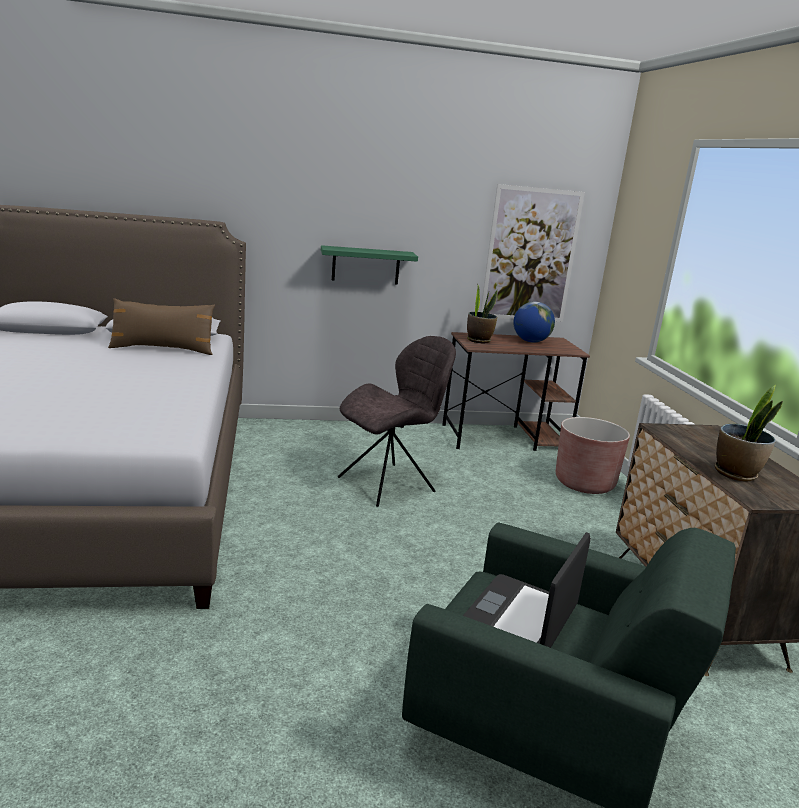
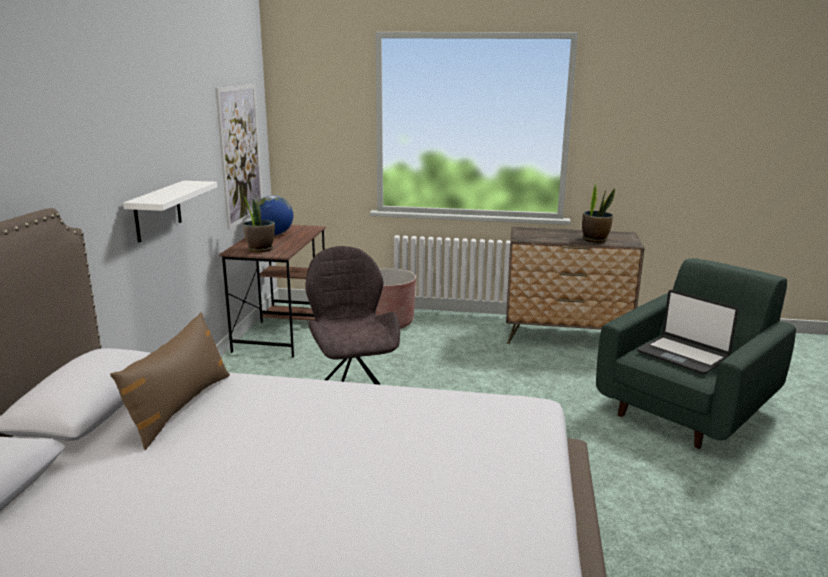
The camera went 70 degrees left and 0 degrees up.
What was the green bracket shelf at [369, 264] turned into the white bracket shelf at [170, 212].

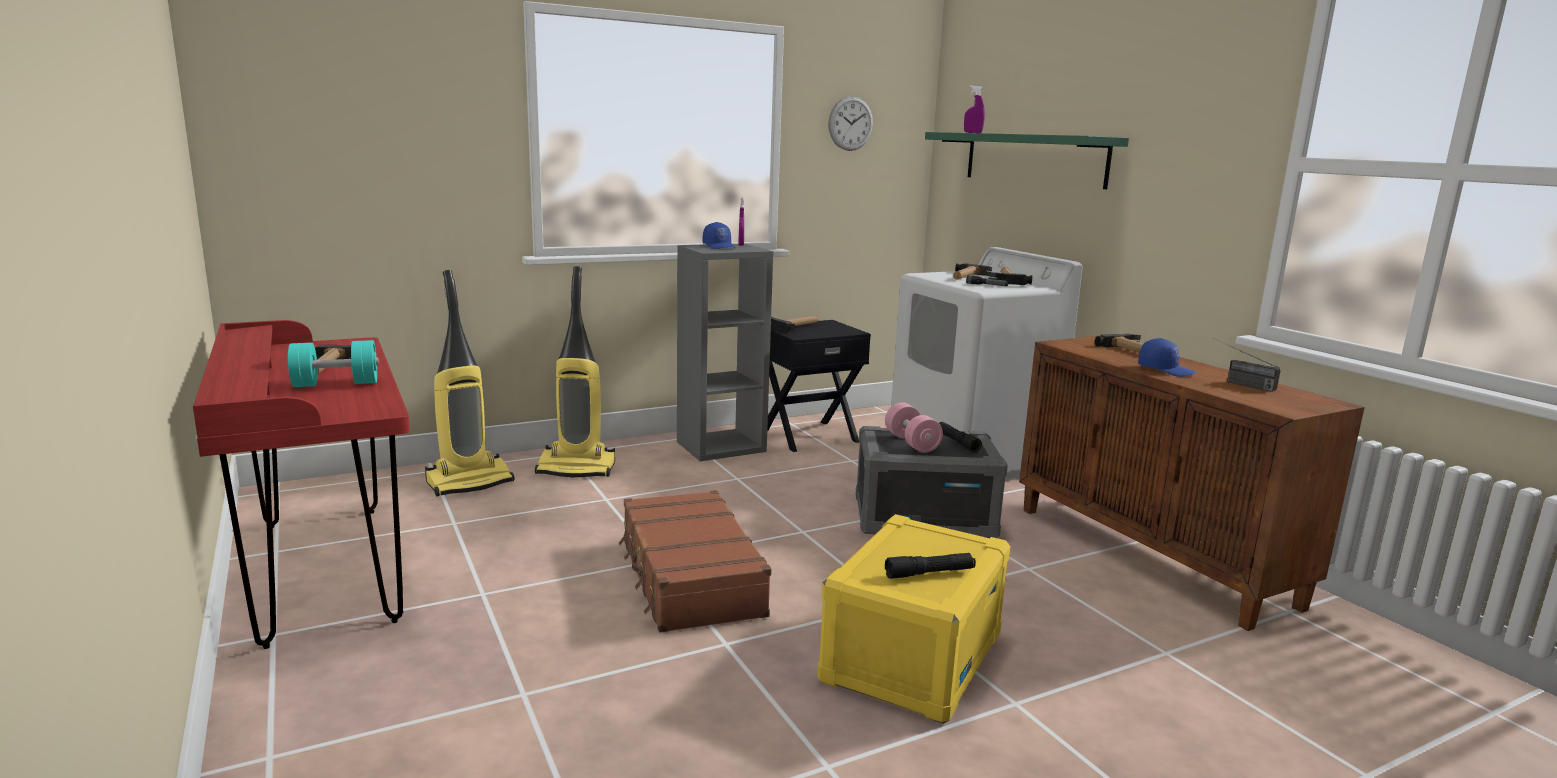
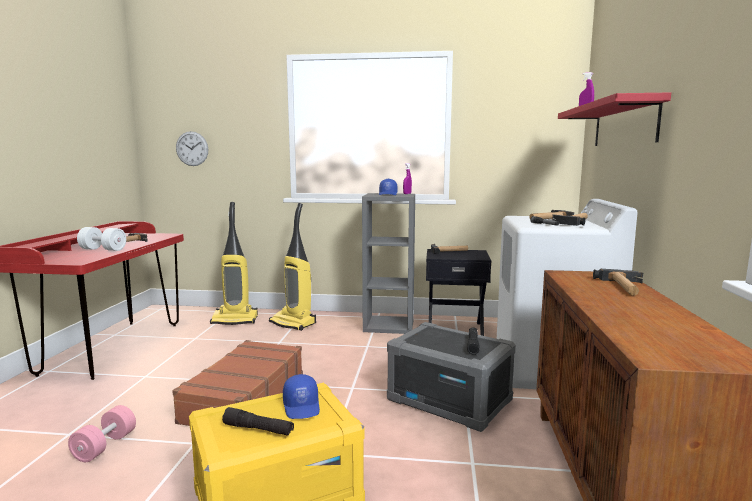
The camera went 35 degrees right and 5 degrees down.
What was the turquoise hand weight at [333, 363] turned into the white hand weight at [101, 239].
The hanging clock ended up elsewhere, having gone from [850, 123] to [192, 148].
The pink-coloured hand weight ended up elsewhere, having gone from [914, 427] to [102, 433].
What was the green bracket shelf at [1027, 160] turned into the red bracket shelf at [614, 119].
The blue-coloured cap ended up elsewhere, having gone from [1167, 357] to [301, 396].
The second view lost the radio set at [1247, 365].

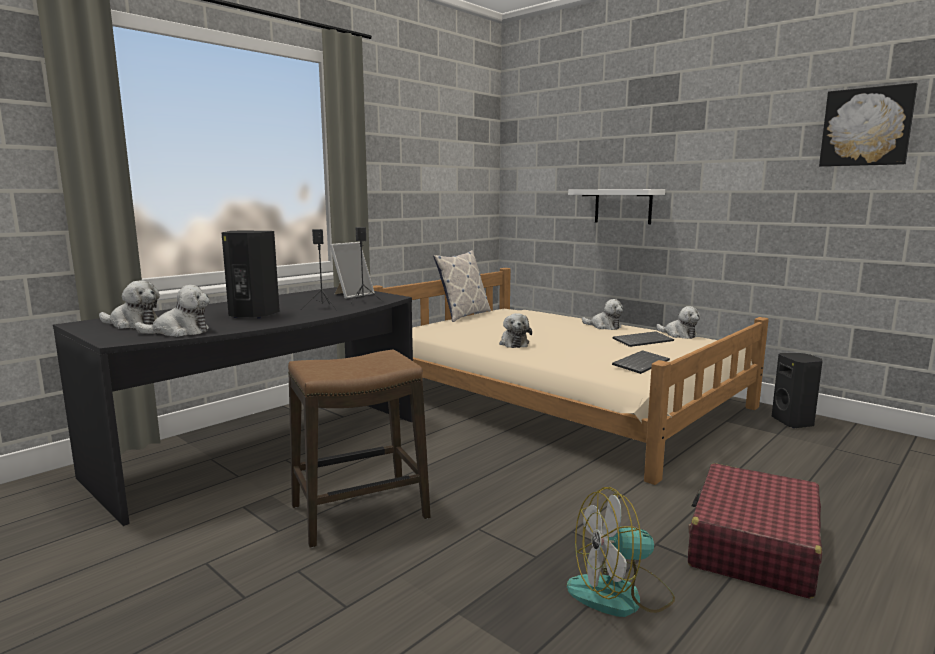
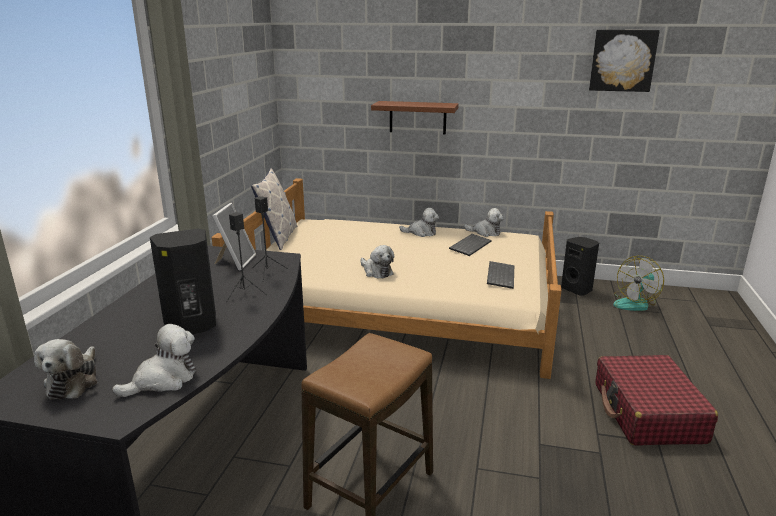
The camera went 30 degrees left and 10 degrees up.
The soft toy at [129, 305] ended up facing another way, 105 degrees clockwise from before.
The electric fan ended up elsewhere, having gone from [621, 552] to [638, 283].
What was the white bracket shelf at [616, 206] turned into the brown-coloured bracket shelf at [415, 118].

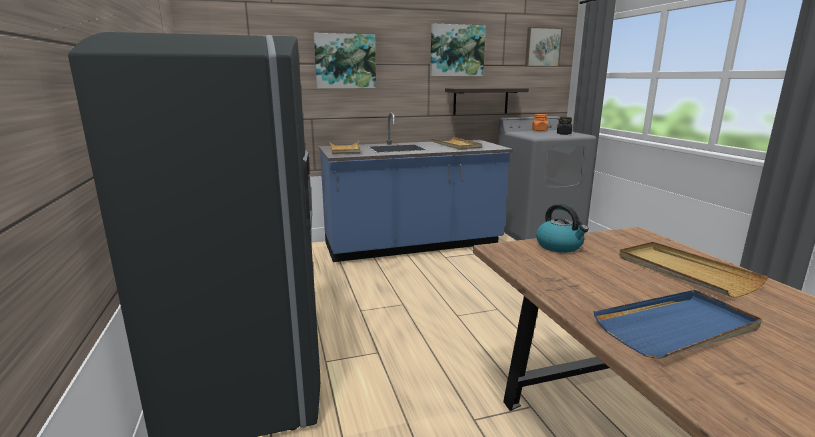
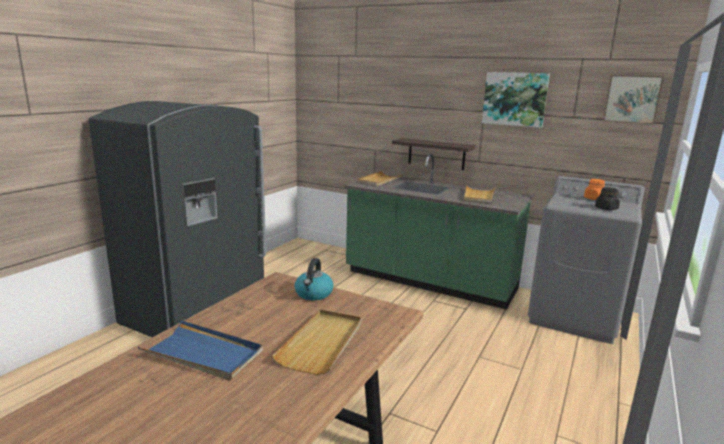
The camera went 45 degrees right and 0 degrees up.
The second view lost the picture at [345, 60].
What was the blue-coloured kitchen base unit at [416, 187] turned into the green kitchen base unit at [439, 232].
The bracket shelf ended up elsewhere, having gone from [487, 101] to [434, 154].

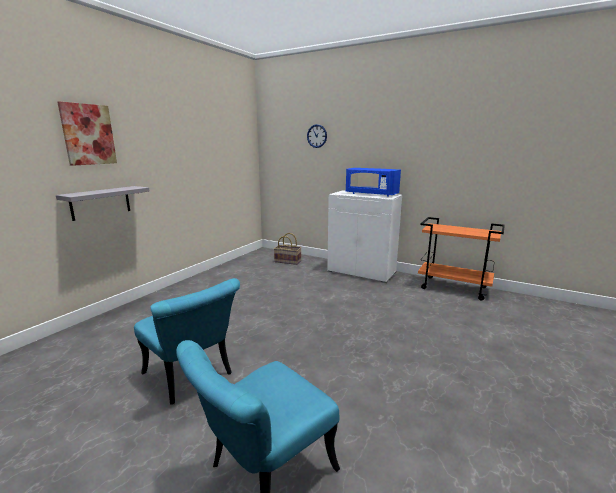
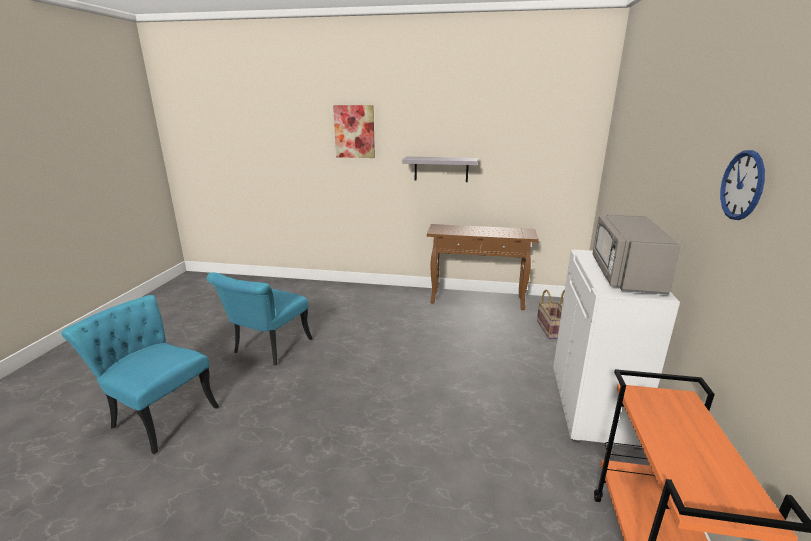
The camera went 70 degrees right and 5 degrees up.
The grey bracket shelf ended up elsewhere, having gone from [102, 203] to [440, 169].
The hanging clock ended up elsewhere, having gone from [317, 136] to [742, 185].
What was the blue-coloured kitchen microwave at [373, 182] turned into the grey kitchen microwave at [637, 254].
The second view gained the brown-coloured hall table at [483, 267].

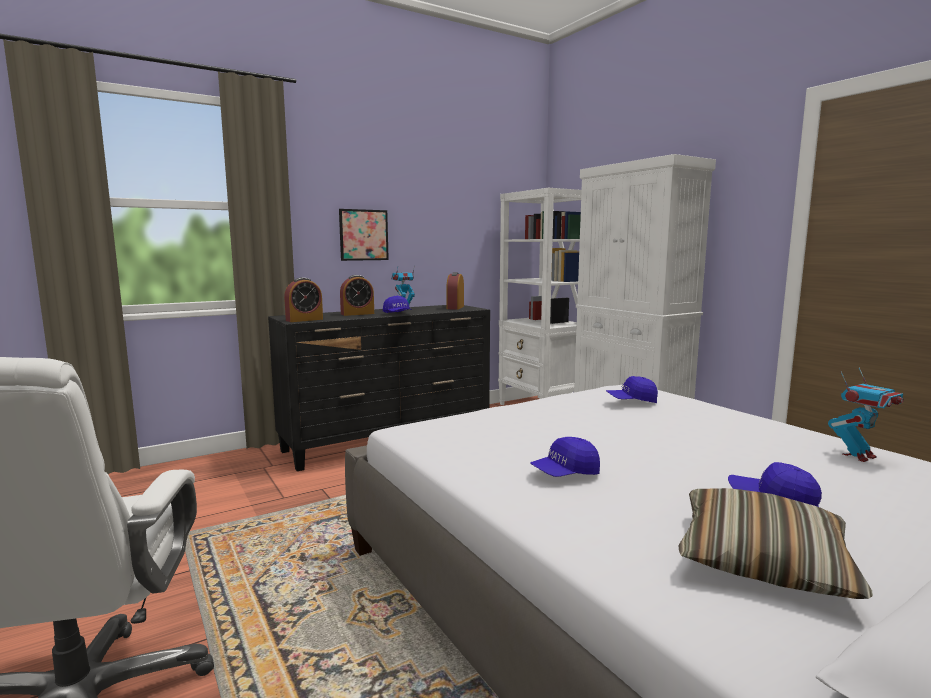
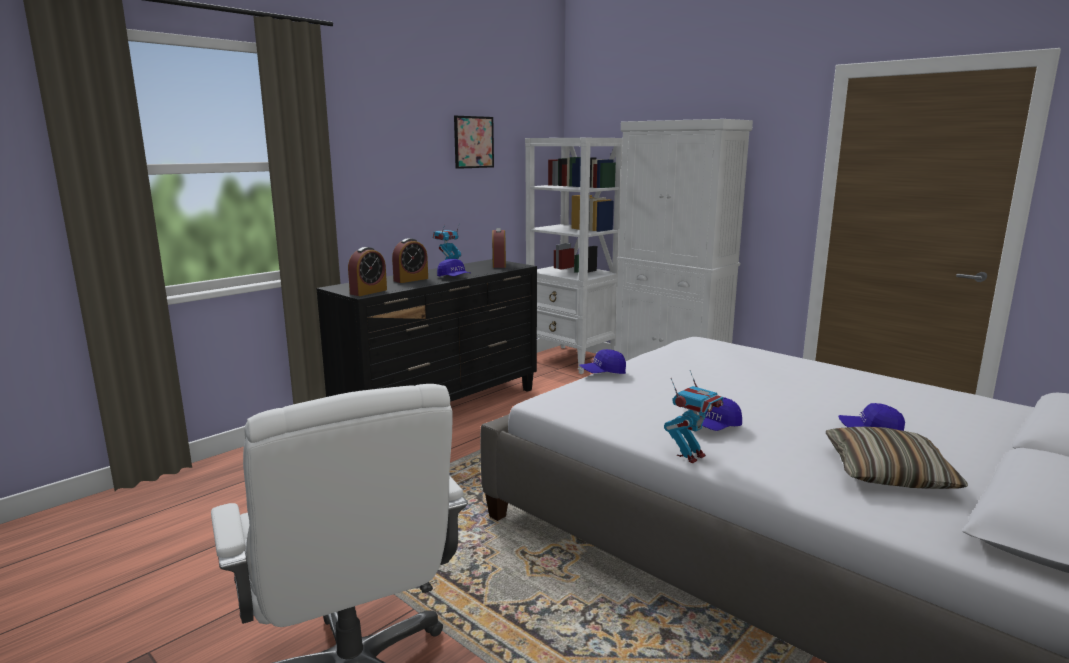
The camera went 15 degrees left and 5 degrees up.
The picture ended up elsewhere, having gone from [364, 235] to [474, 142].
The blue-coloured cap ended up elsewhere, having gone from [632, 389] to [602, 361].
The model robot ended up elsewhere, having gone from [866, 415] to [693, 416].

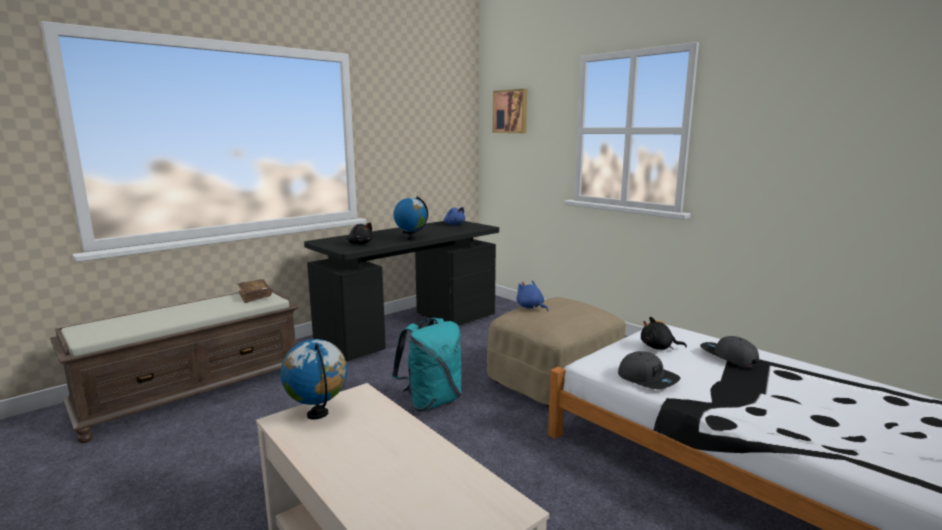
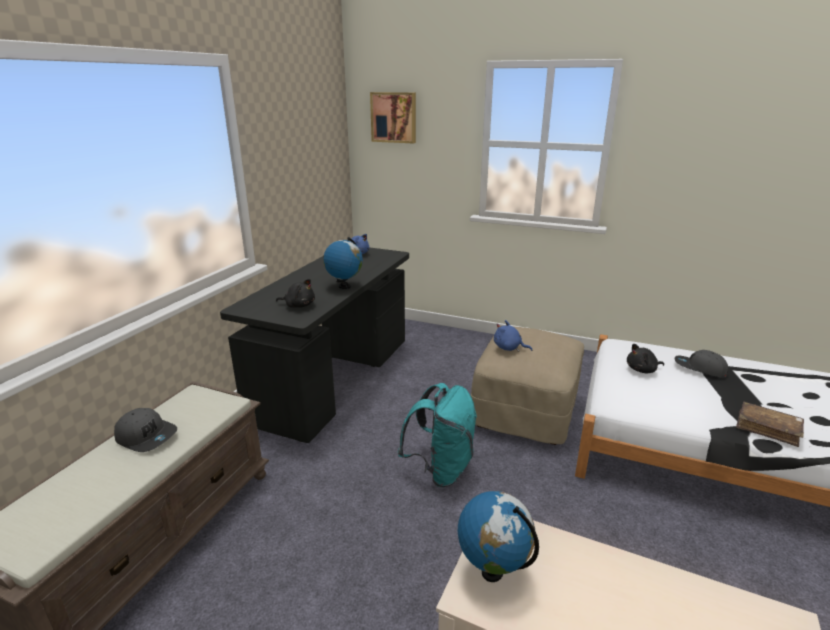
The camera went 25 degrees left and 10 degrees up.
The brown-coloured volume ended up elsewhere, having gone from [254, 291] to [770, 424].
The grey cap ended up elsewhere, having gone from [649, 370] to [145, 430].

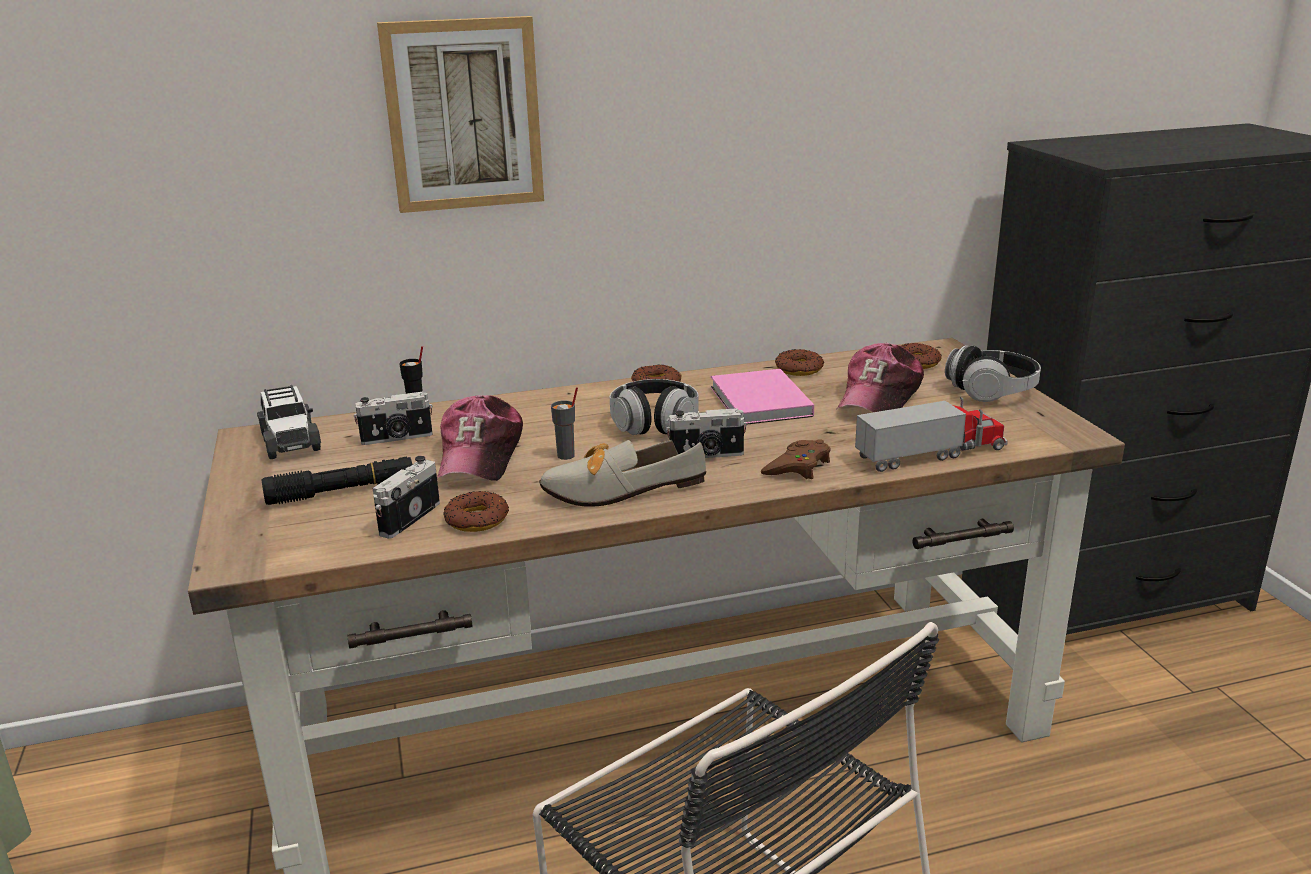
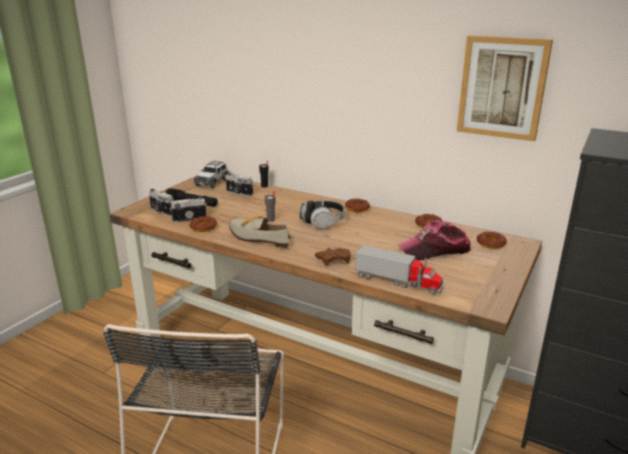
The camera went 45 degrees right and 0 degrees up.
The picture ended up elsewhere, having gone from [460, 114] to [505, 88].
The second view lost the cap at [480, 438].
The photo camera ended up elsewhere, having gone from [706, 433] to [161, 202].
The second view lost the pink-coloured volume at [762, 397].
The second view lost the headphones at [993, 373].

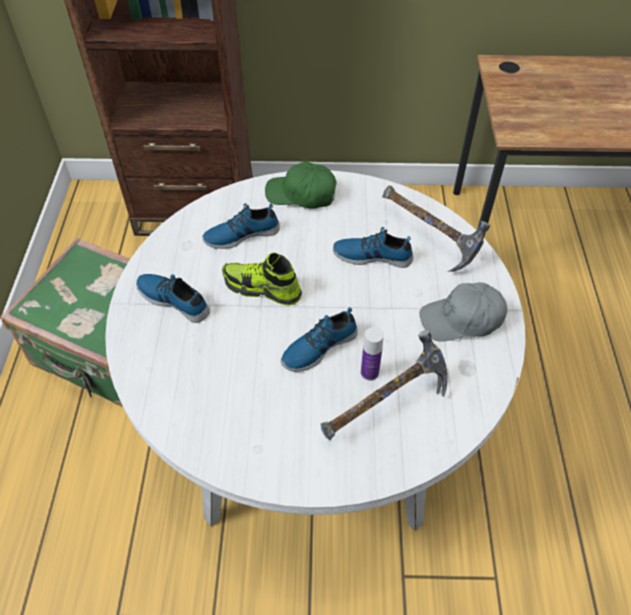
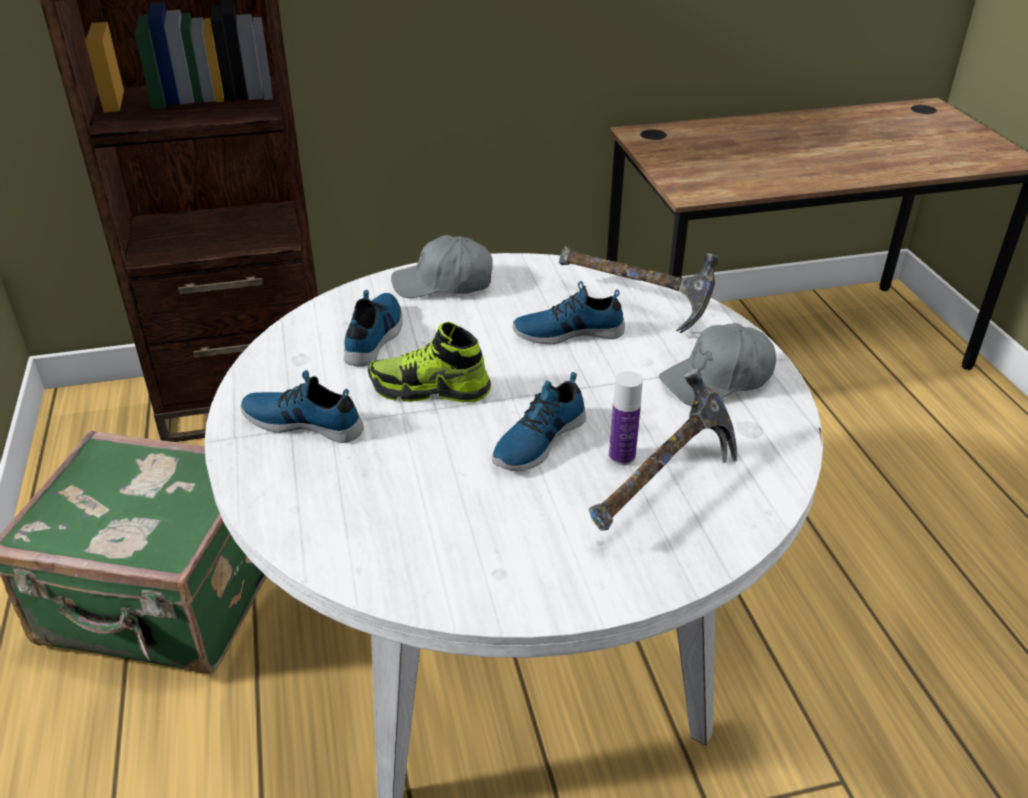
The camera went 15 degrees left and 15 degrees down.
The item of footwear at [241, 226] ended up facing another way, 135 degrees clockwise from before.
What was the green cap at [301, 185] turned into the grey cap at [442, 266].

